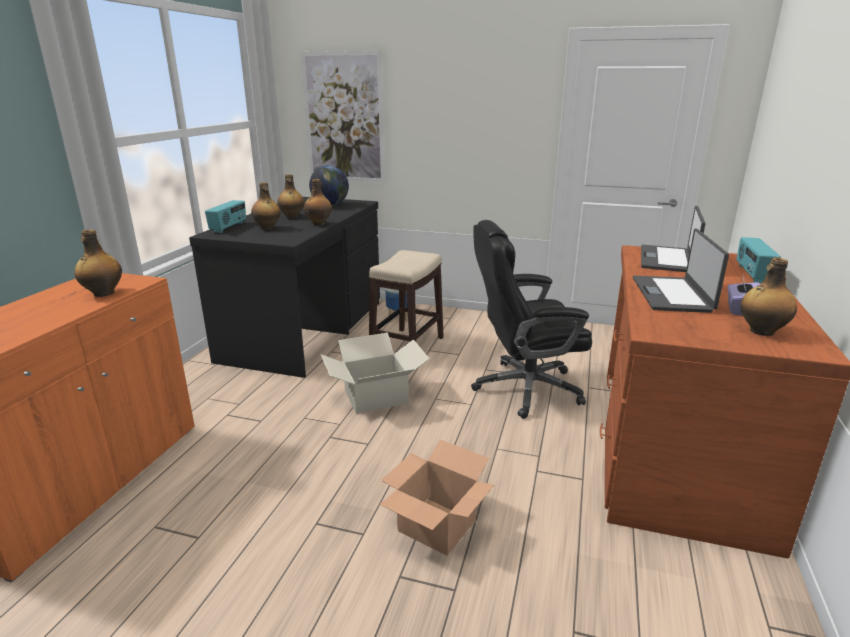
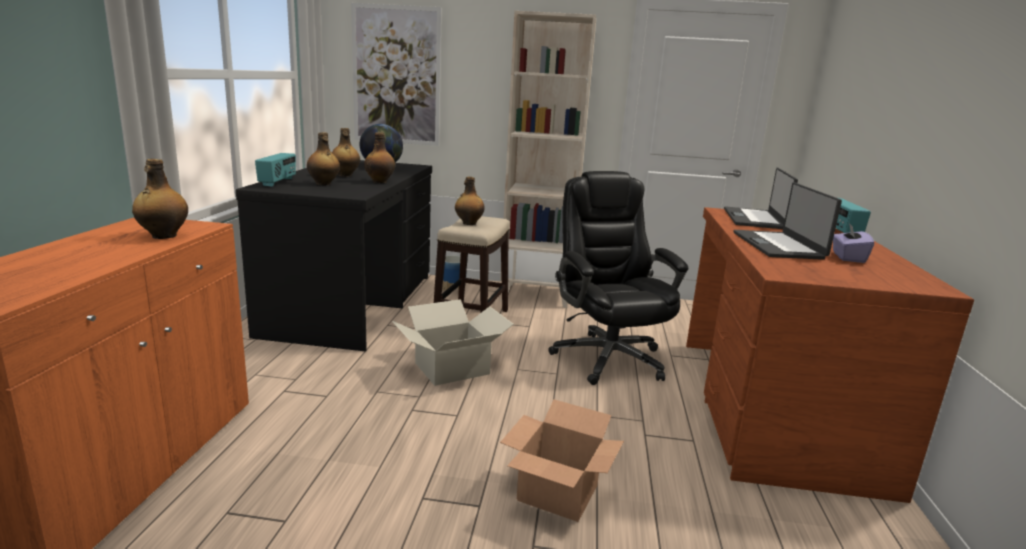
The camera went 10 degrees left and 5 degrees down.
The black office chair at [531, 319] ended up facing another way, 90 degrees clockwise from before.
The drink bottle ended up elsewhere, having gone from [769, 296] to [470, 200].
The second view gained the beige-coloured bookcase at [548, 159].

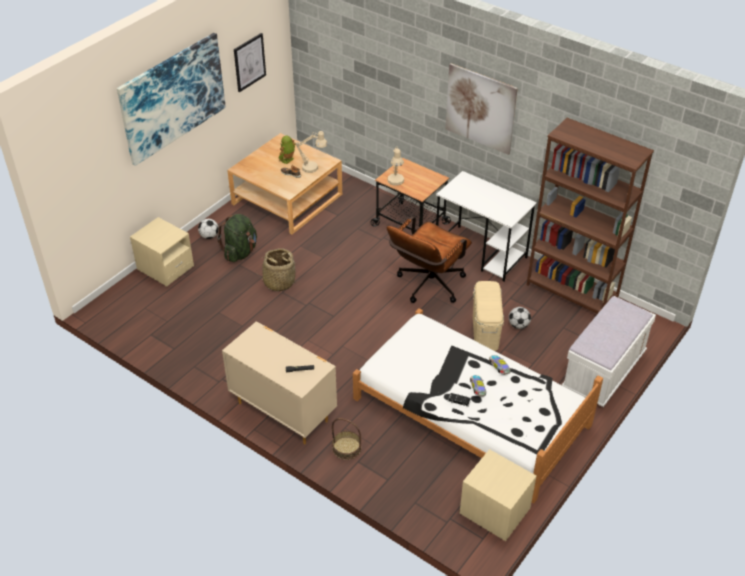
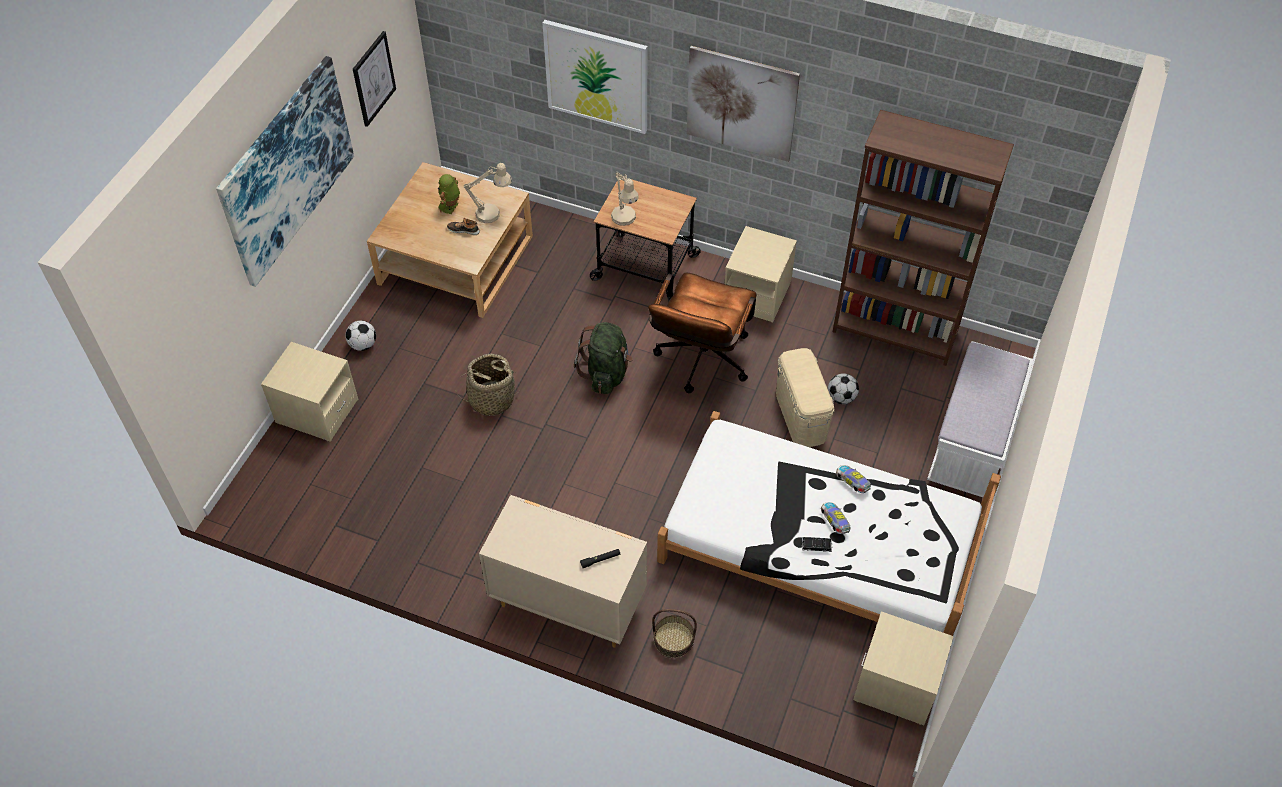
The camera went 15 degrees left and 10 degrees up.
The green knapsack ended up elsewhere, having gone from [237, 238] to [603, 358].
Where the white desk table stood at [486, 226], the beige-coloured night table came to stand at [760, 274].
The second view gained the picture at [595, 77].

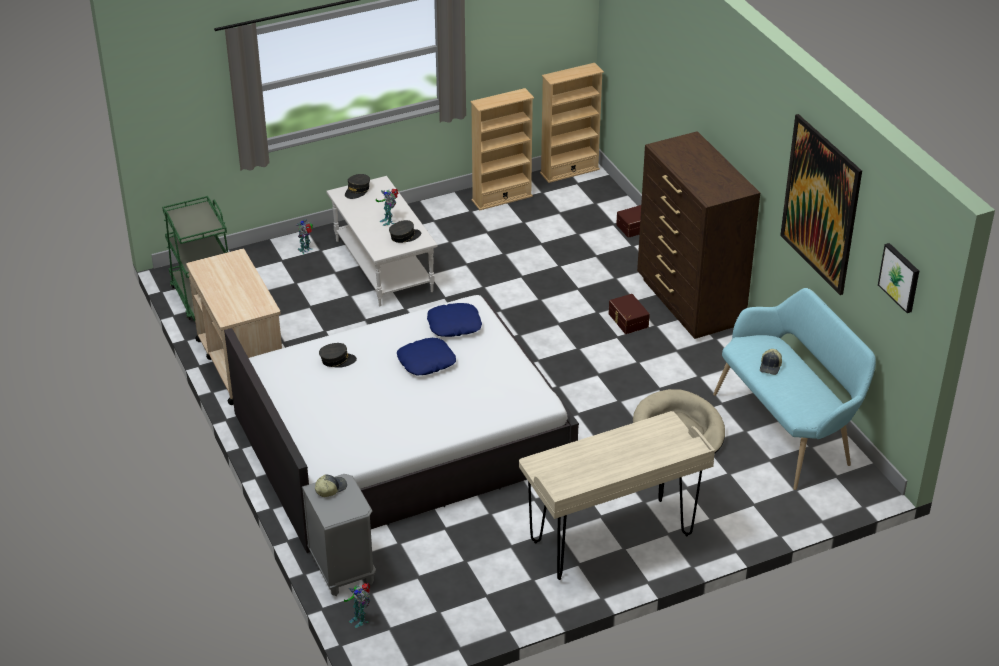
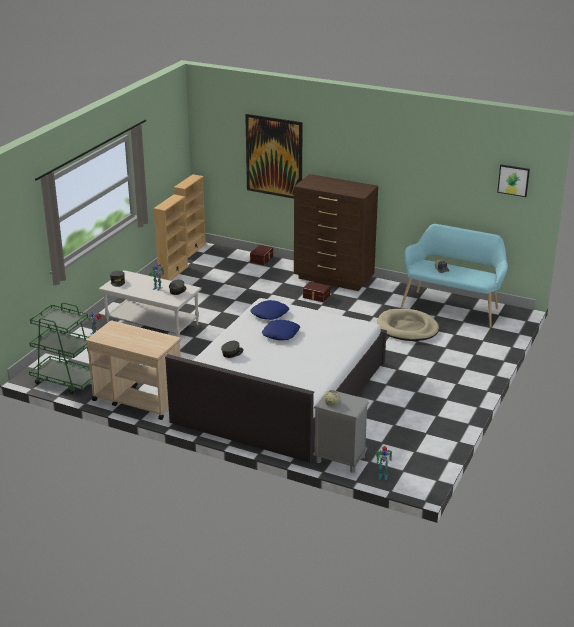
The camera went 40 degrees left and 10 degrees down.
The second view lost the beige-coloured desk table at [617, 495].
The picture ended up elsewhere, having gone from [821, 204] to [274, 156].

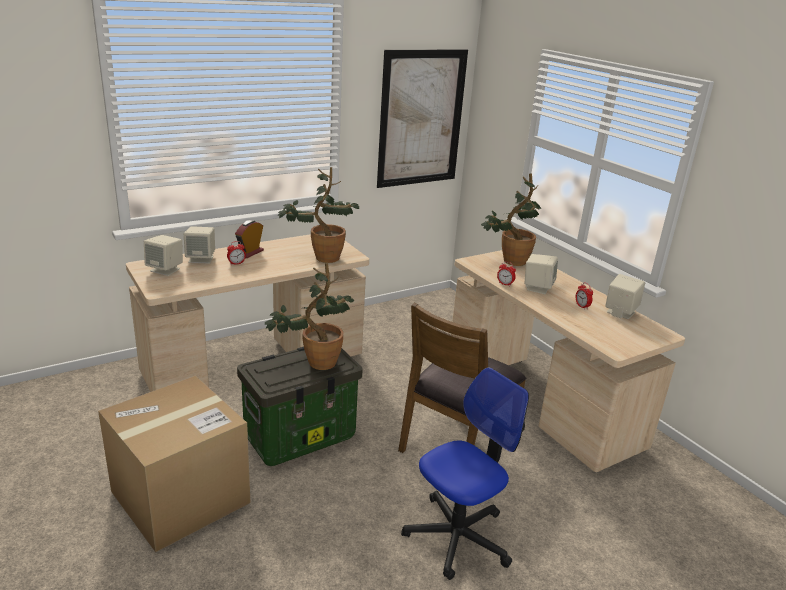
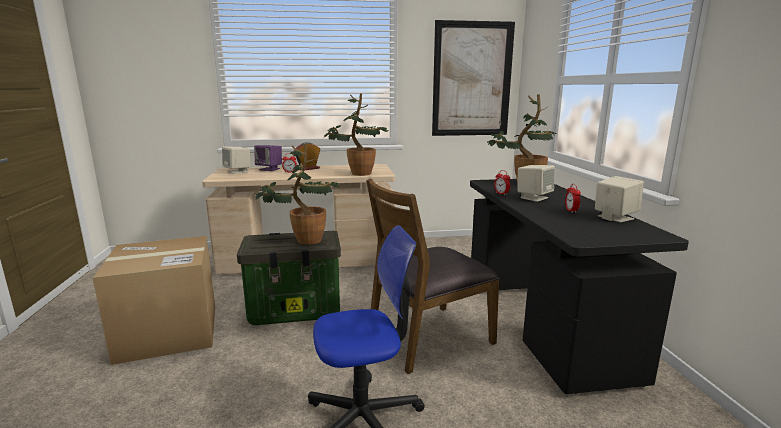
The camera went 25 degrees right and 10 degrees down.
What was the beige-coloured audio speaker at [199, 245] turned into the purplish audio speaker at [268, 158].
What was the beige-coloured desk table at [568, 361] turned into the black desk table at [579, 286].

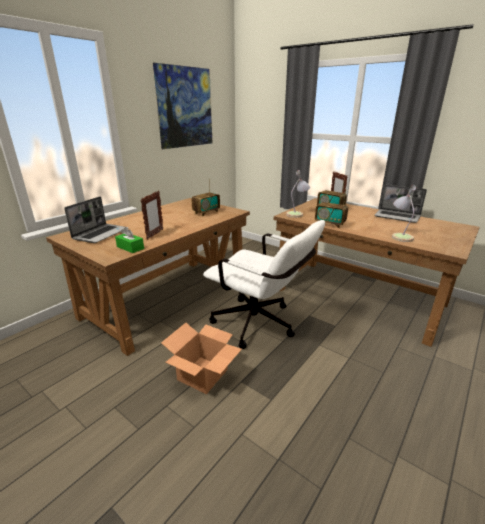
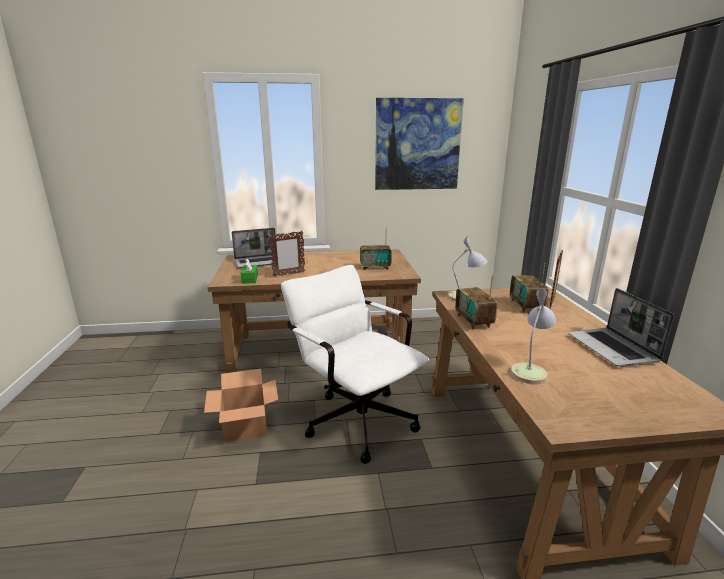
The camera went 45 degrees right and 5 degrees down.
The white office chair at [264, 284] ended up facing another way, 150 degrees clockwise from before.

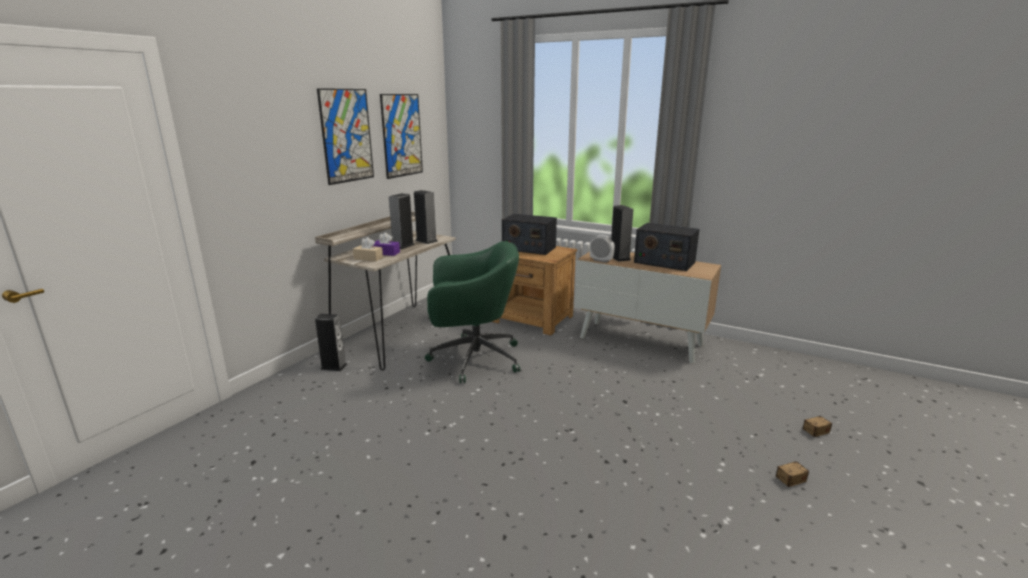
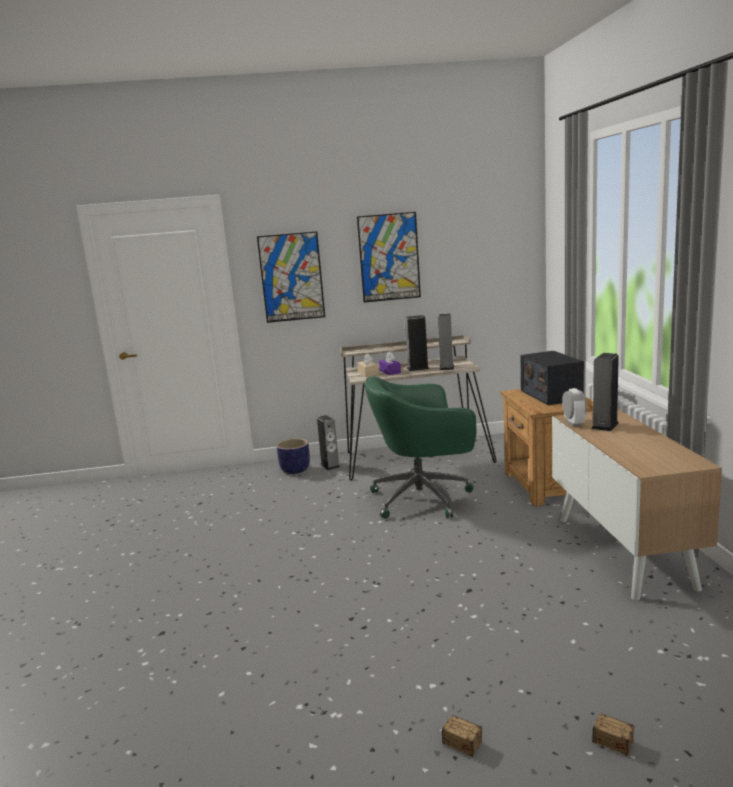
The camera went 55 degrees right and 5 degrees down.
The picture ended up elsewhere, having gone from [401, 136] to [291, 277].
The green office chair at [472, 312] ended up facing another way, 120 degrees clockwise from before.
The second view lost the radio set at [666, 247].
The second view gained the planter at [293, 456].

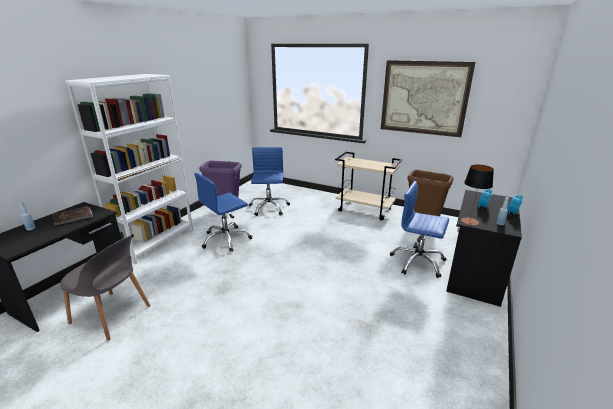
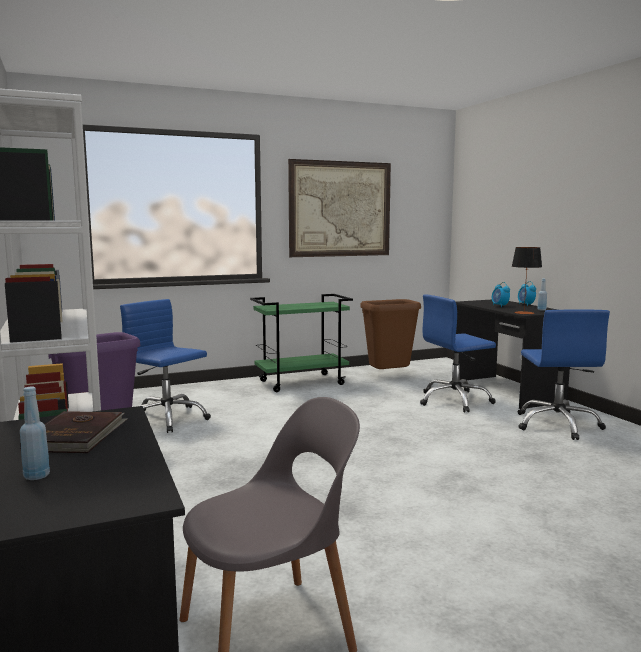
The camera went 50 degrees left and 15 degrees down.
The blue-coloured office chair ended up elsewhere, having gone from [223, 212] to [564, 375].
What was the beige-coloured wheeled cart at [368, 186] turned into the green wheeled cart at [301, 343].

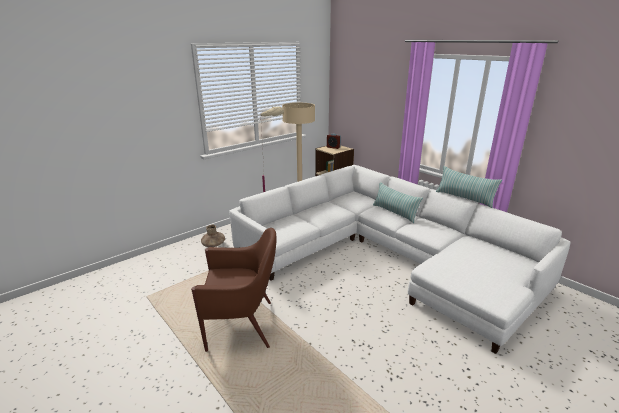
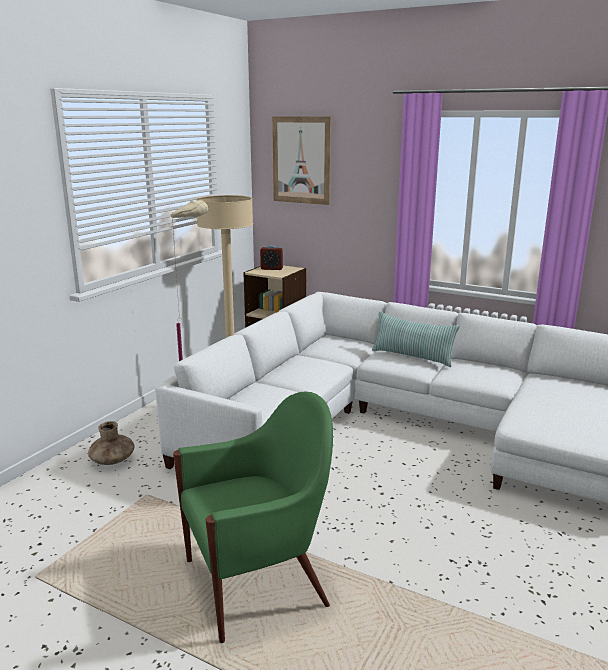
The camera went 20 degrees left and 5 degrees down.
What was the brown-coloured easy chair at [233, 290] turned into the green easy chair at [253, 517].
The second view lost the pillow at [469, 187].
The second view gained the picture at [301, 160].

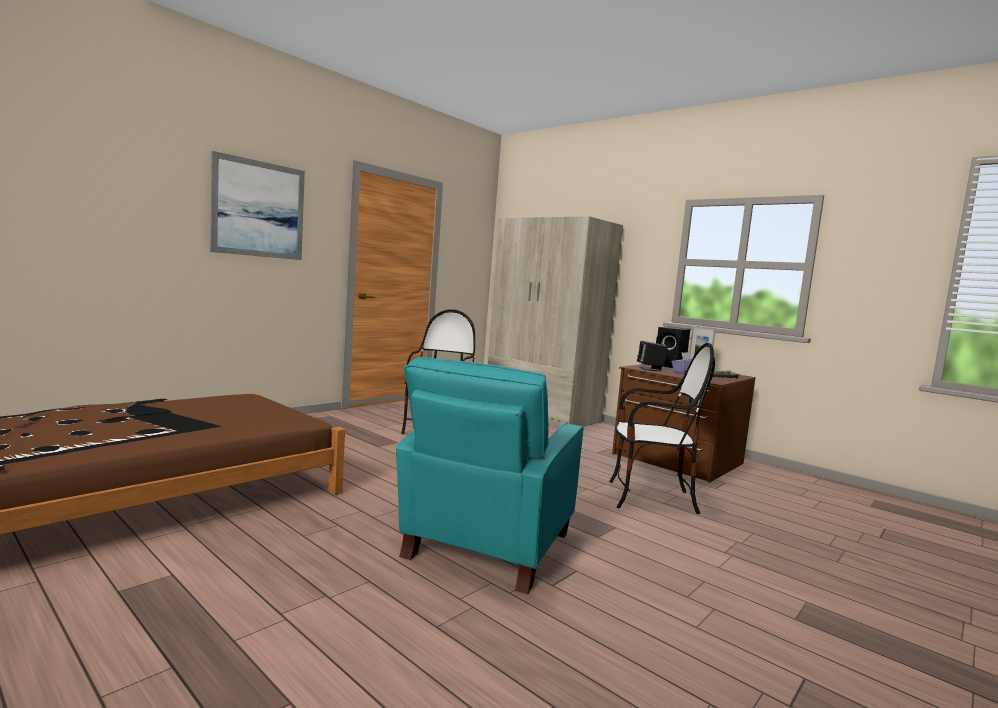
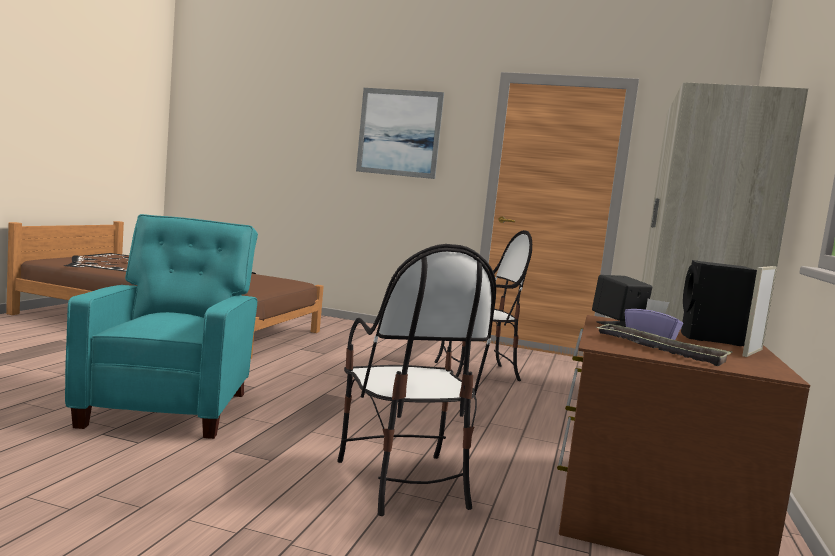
The camera went 65 degrees right and 0 degrees up.
The turquoise easy chair at [490, 475] ended up facing another way, 90 degrees clockwise from before.

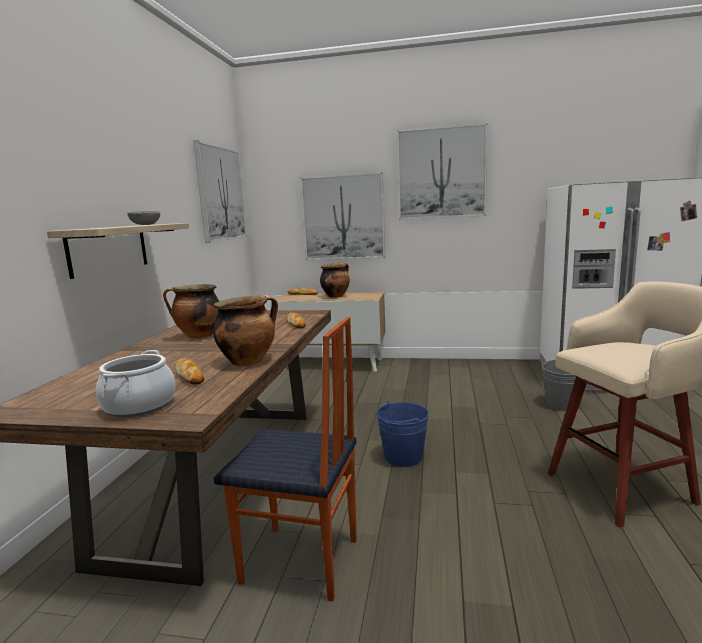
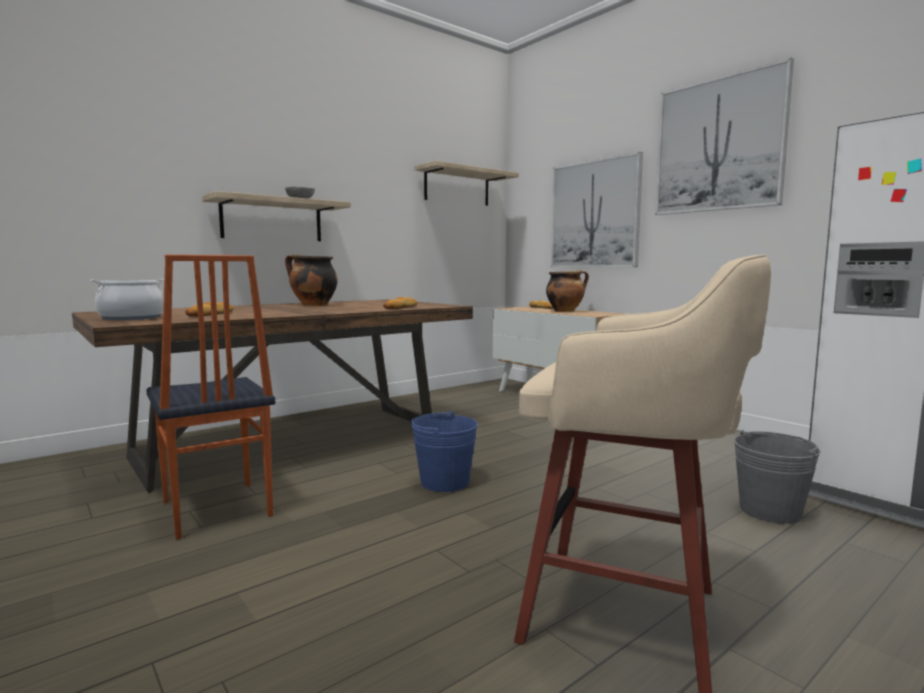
The camera went 40 degrees right and 5 degrees down.
Where the picture hung at [220, 191], the bracket shelf came to hang at [466, 183].
The second view lost the saucepot at [245, 330].

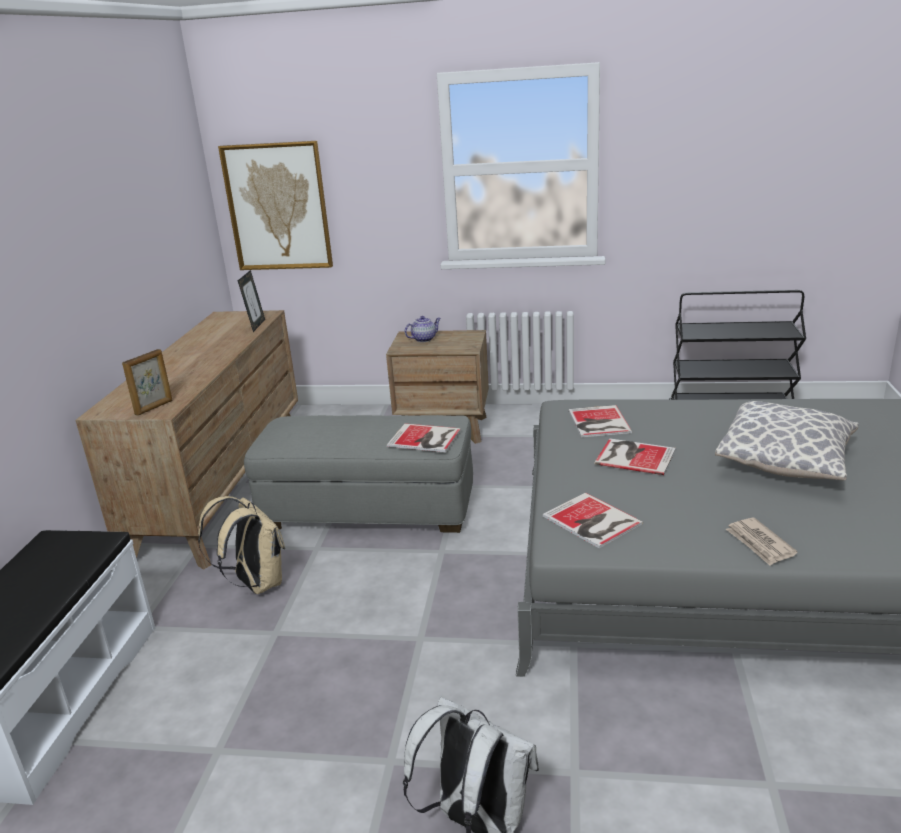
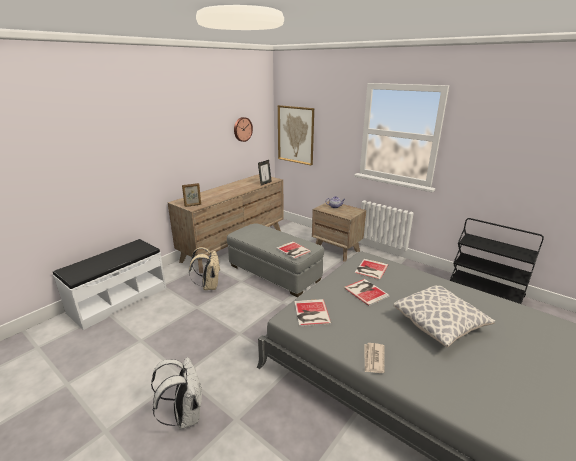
The camera went 30 degrees right and 0 degrees up.
The second view gained the hanging clock at [243, 129].

